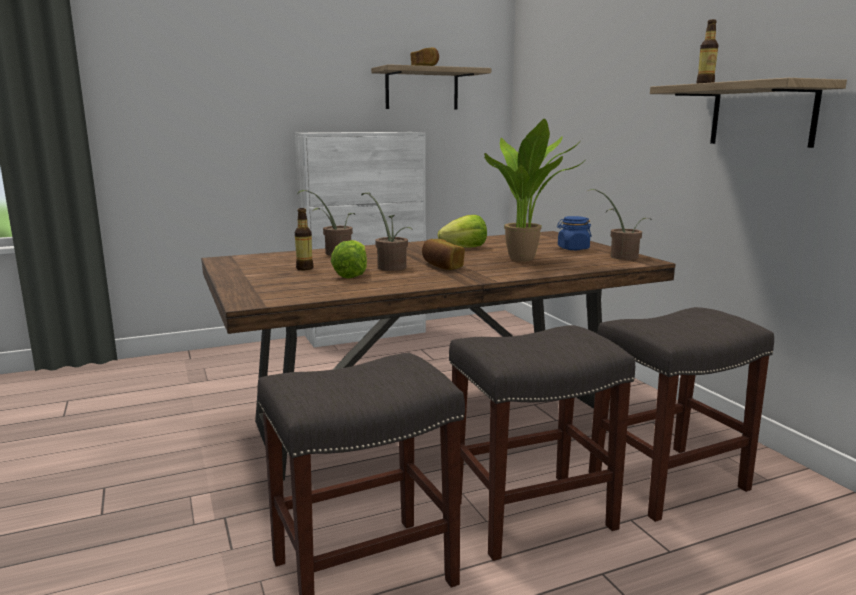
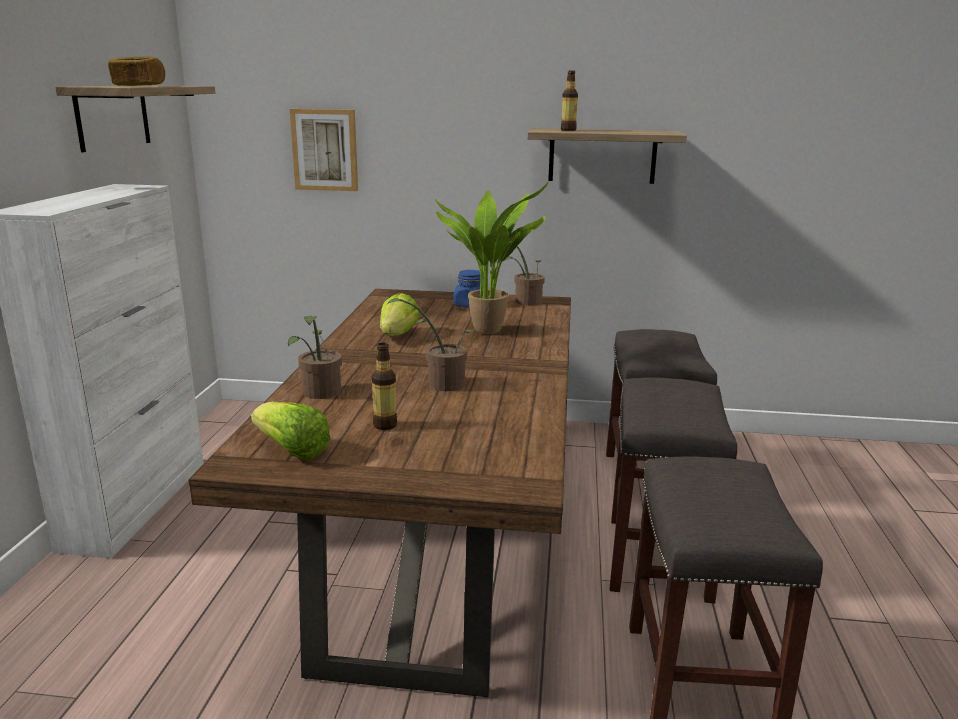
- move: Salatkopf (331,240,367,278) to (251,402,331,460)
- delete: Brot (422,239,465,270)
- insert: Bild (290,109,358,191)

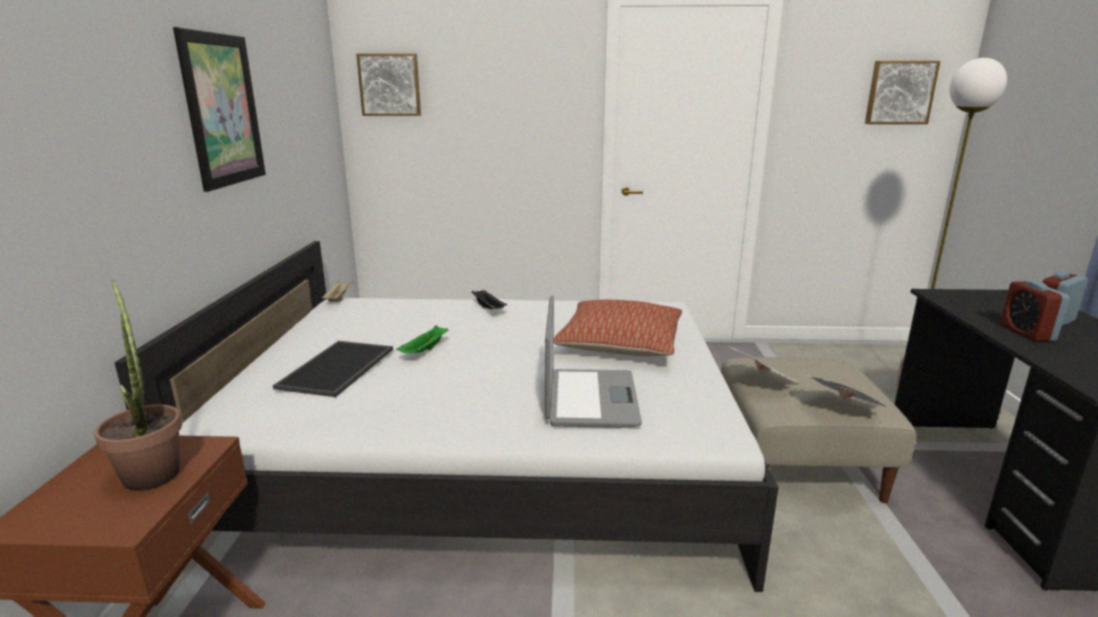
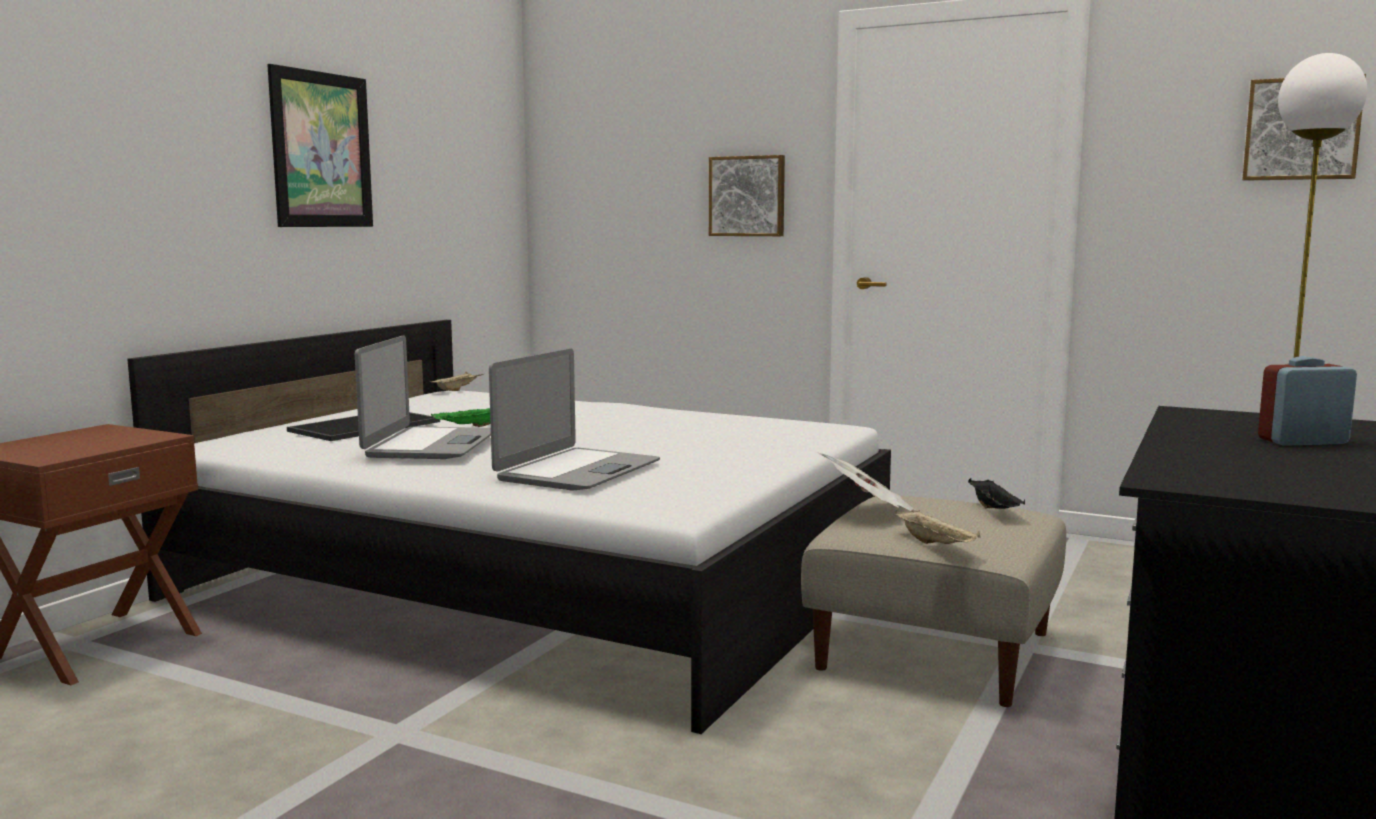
- delete: Topfpflanze (94,279,182,491)
- move: Bild (356,53,421,116) to (709,155,785,236)
- move: Tablett/schwarz (472,290,507,309) to (968,478,1025,509)
- delete: Kissen (554,300,682,356)
- replace: Zeitung (805,375,886,407) to Tablett/beige (895,510,981,544)
- delete: Wecker (1000,281,1070,342)
- insert: Laptop (355,335,491,459)

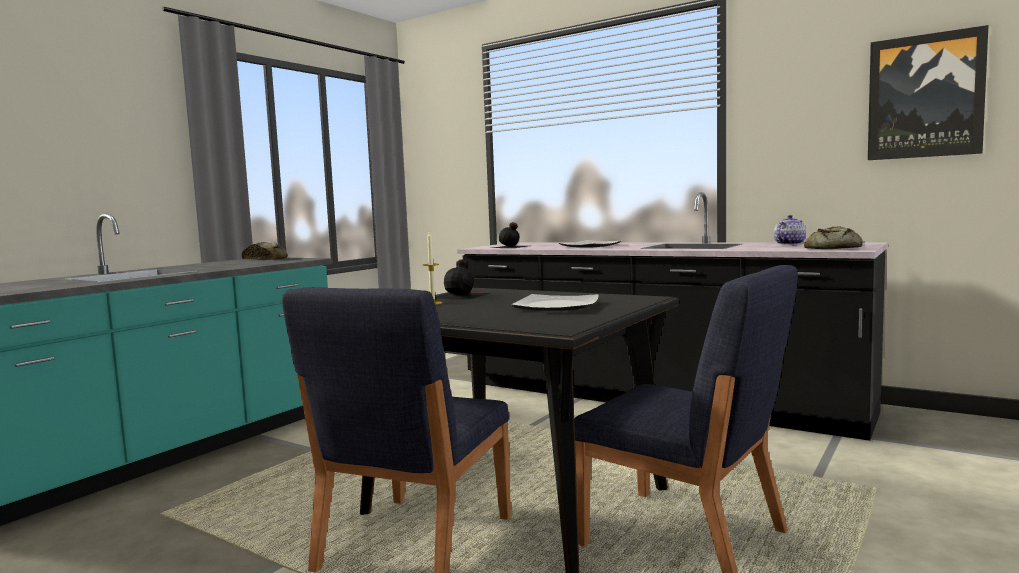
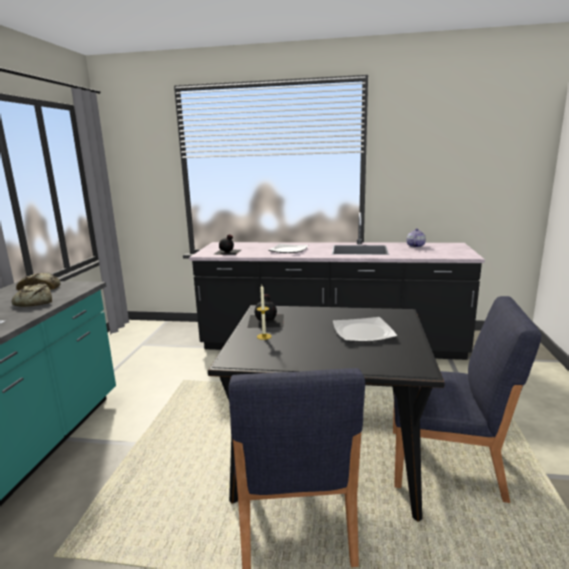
- move: Brot (804,226,863,249) to (12,283,52,307)
- delete: Bild (868,25,989,160)

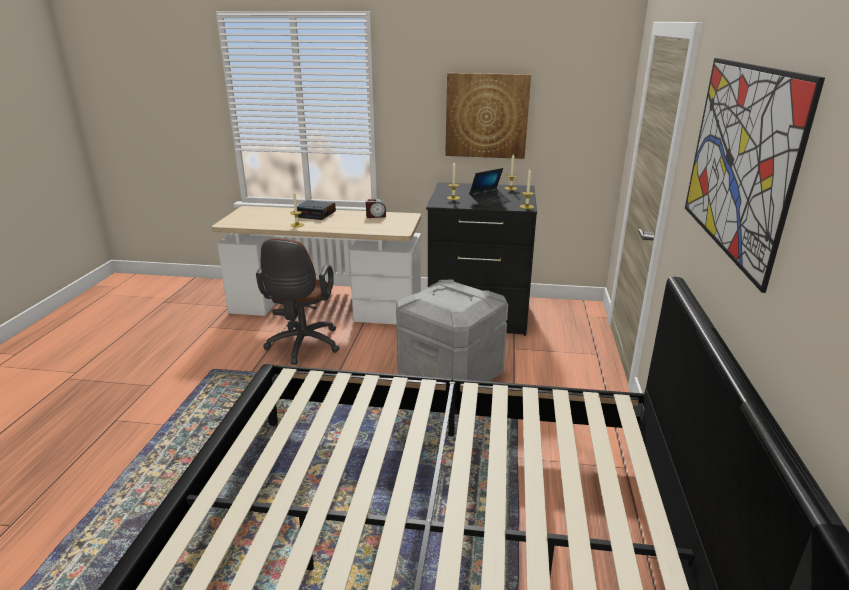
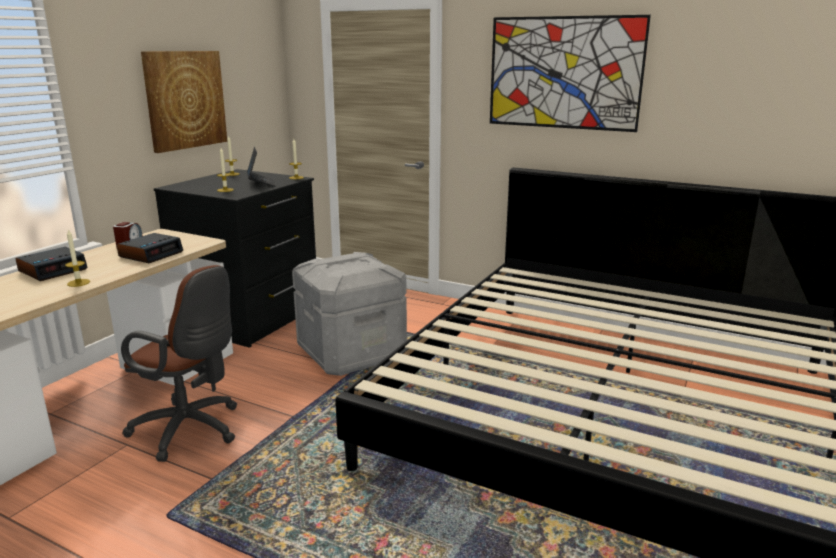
- insert: Wecker (117,233,183,263)

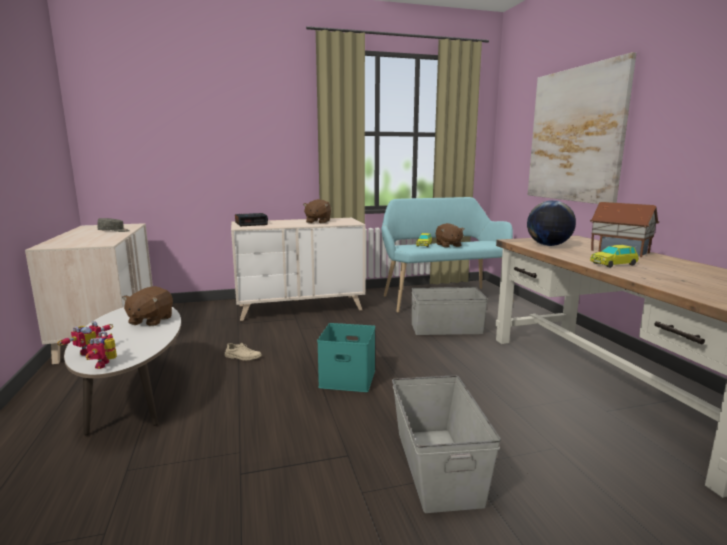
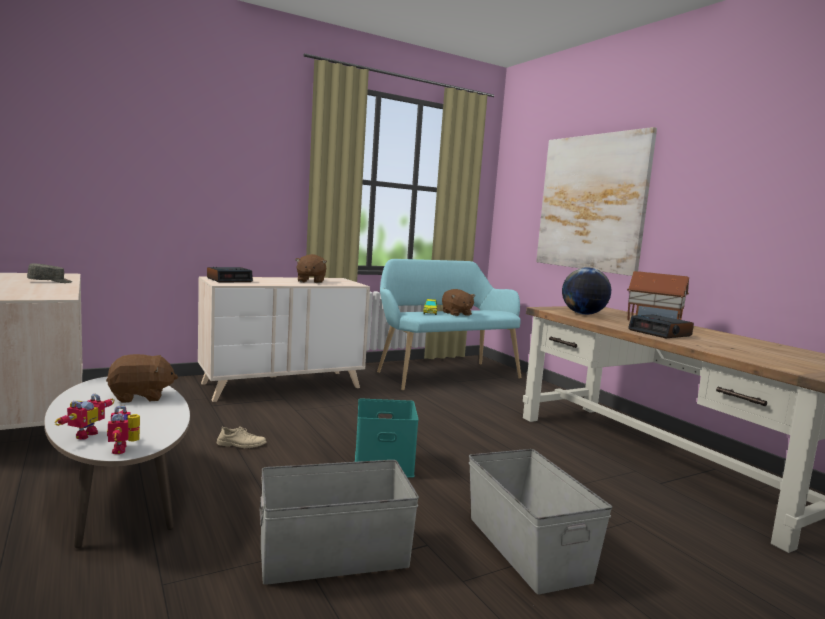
- rotate: Plüschtier/braun (122,286,173,326) = (106,354,178,403) 105 degrees counterclockwise
- move: Aufbewahrungsbox/grau (412,287,488,335) to (260,460,419,585)
- replace: Spielzeugauto (590,245,639,268) to Wecker (628,315,694,338)

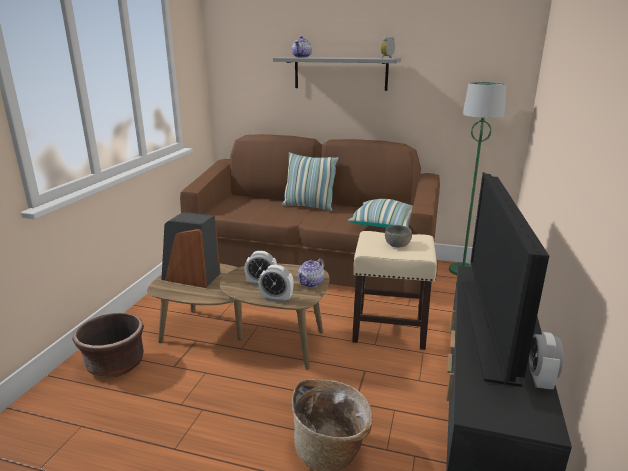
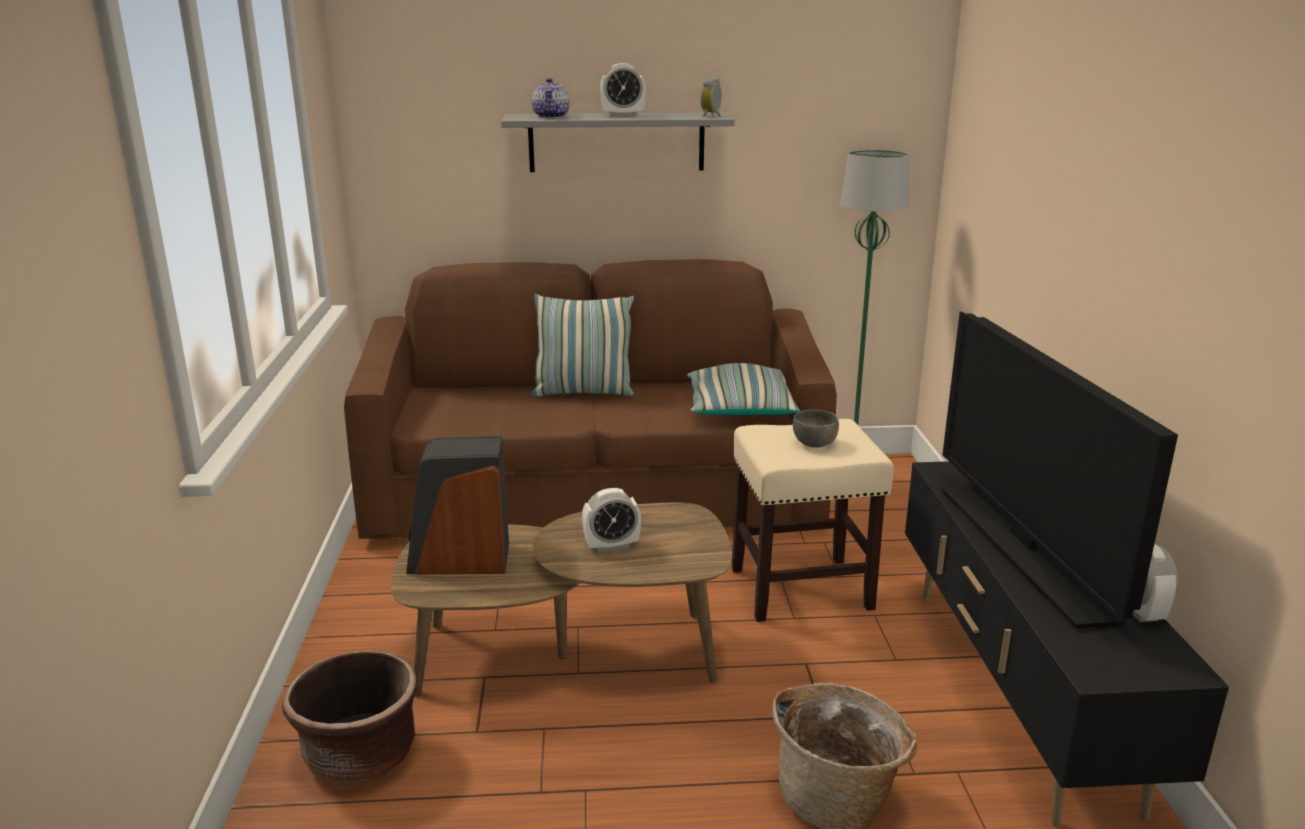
- move: Wecker (259,265,294,303) to (600,63,646,117)
- delete: Teekanne (297,258,324,287)

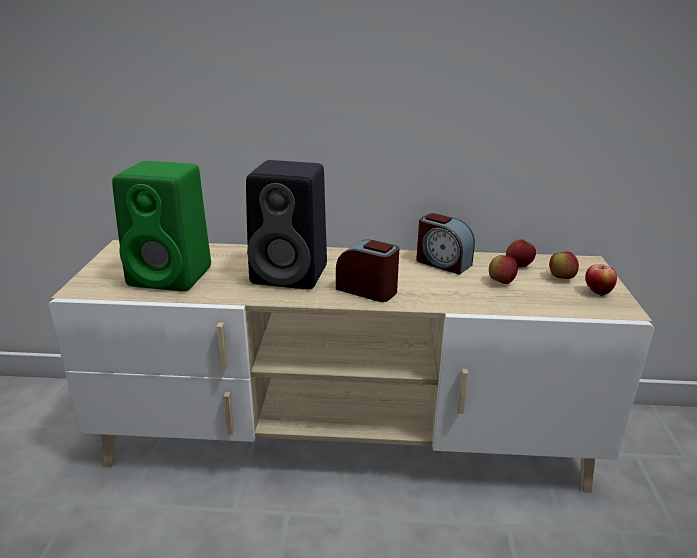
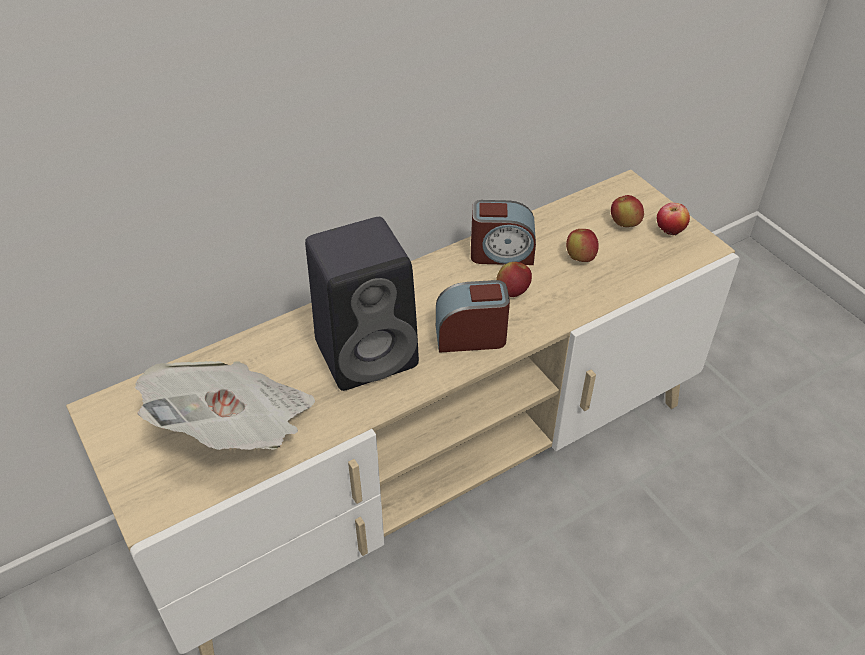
- replace: Lautsprecher/grün (112,161,211,292) to Zeitung (135,361,315,450)
- move: Apfel (506,239,536,268) to (496,262,532,297)

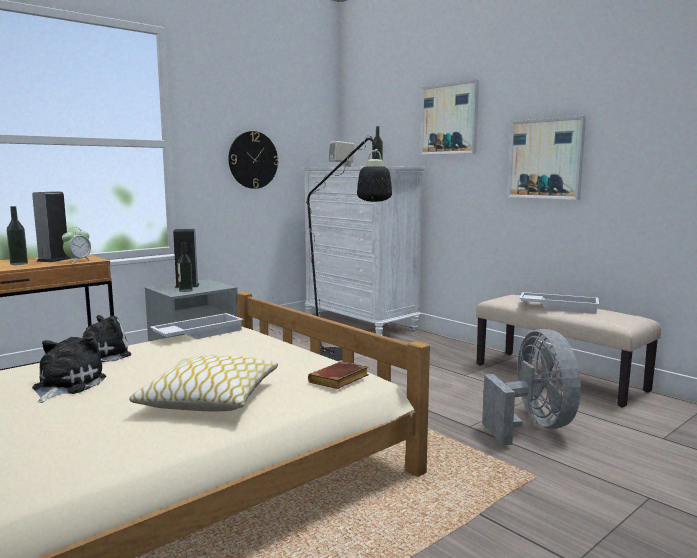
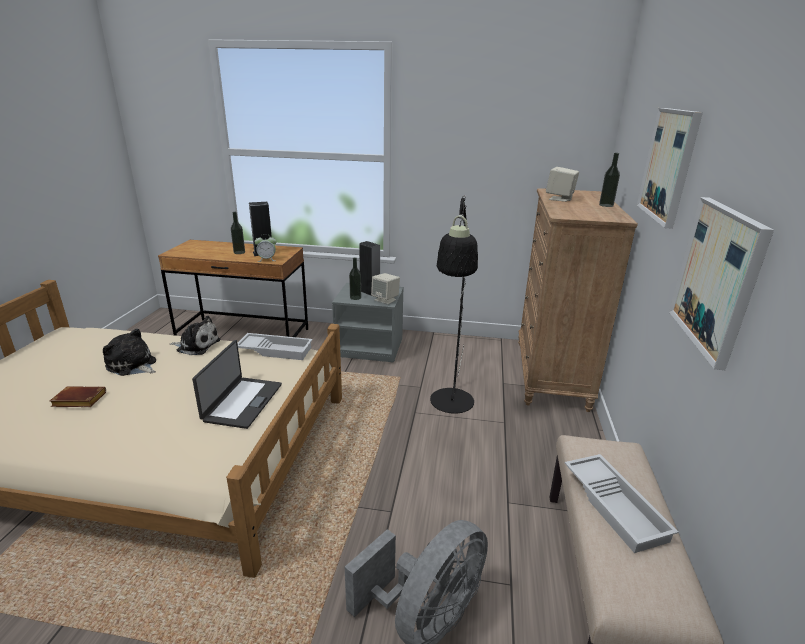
- rotate: Plüschtier (32,337,106,403) = (103,329,156,376) 120 degrees counterclockwise
- delete: Kissen (129,355,278,411)
- delete: Wanduhr (228,131,279,189)
- recolor: Kommode/weiß (302,166,425,336) to Kommode/braun (518,188,638,412)
- move: Buch/braun (308,362,369,389) to (50,386,106,407)
- insert: Laptop (192,340,282,429)
- insert: Lautsprecher/beige (371,273,400,304)

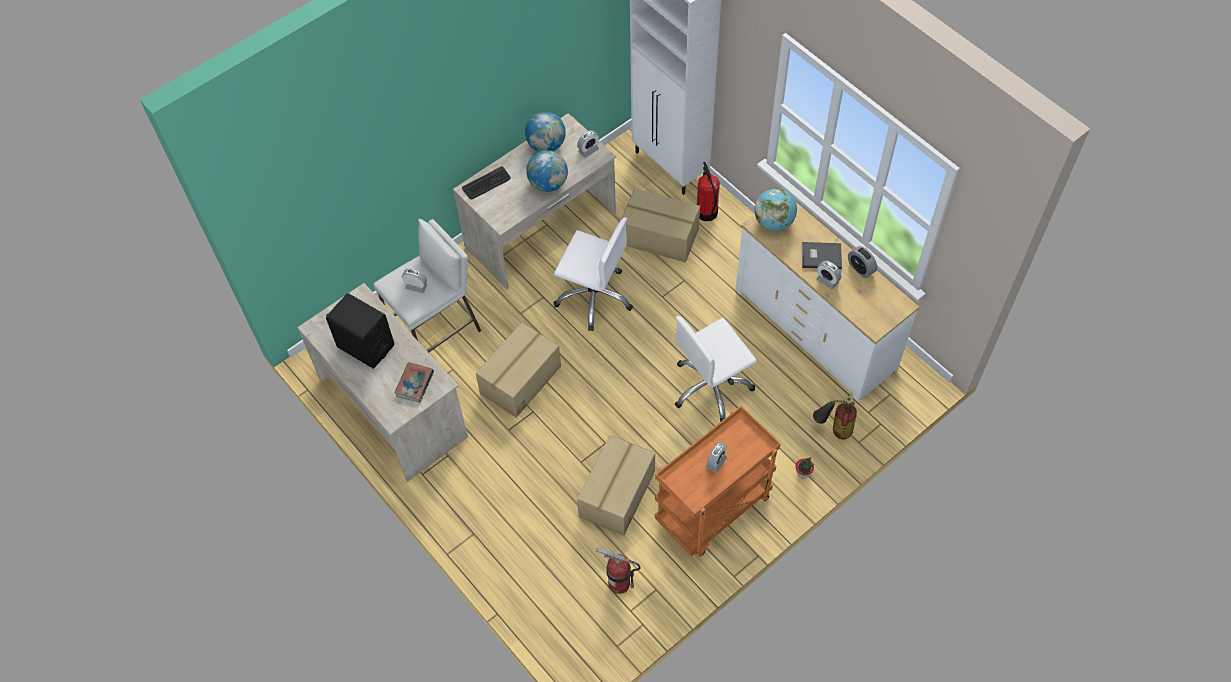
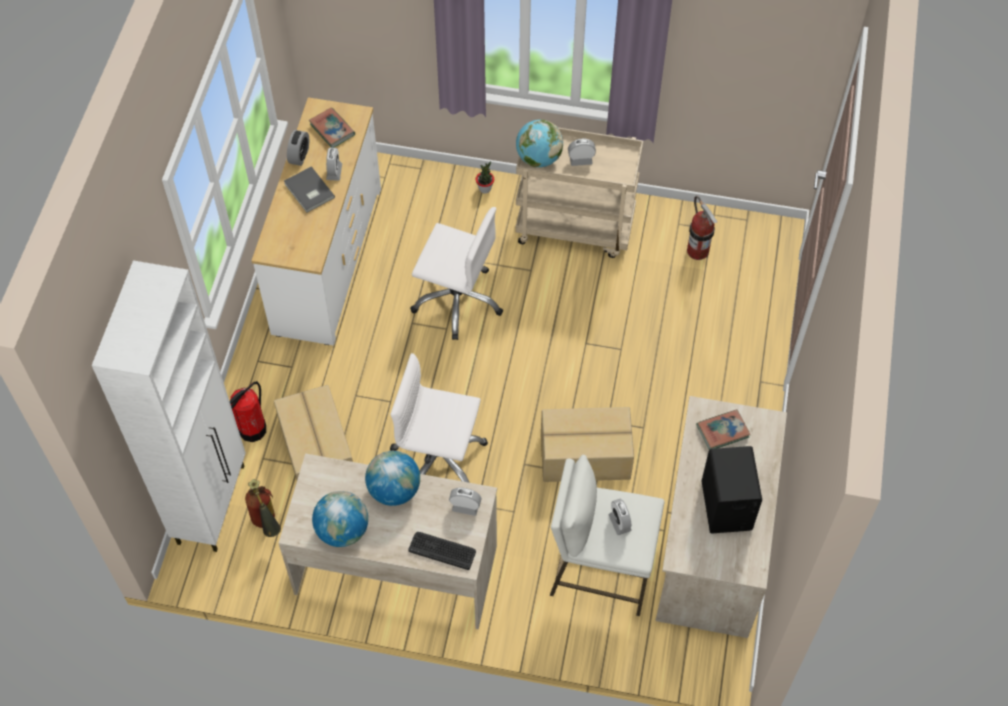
- rotate: Bürostuhl/weiß (553,217,633,331) = (390,353,488,483) 60 degrees counterclockwise
- move: Wecker (577,130,599,158) to (449,488,482,516)
- delete: Karton (577,435,655,536)
- recolor: Rollwagen/orange (655,406,781,557) to Rollwagen/beige (516,127,643,258)
- move: Globus (755,188,797,231) to (516,119,563,167)
- move: Feuerlöscher (813,395,857,439) to (245,479,281,537)
- insert: Buch (309,108,355,148)

